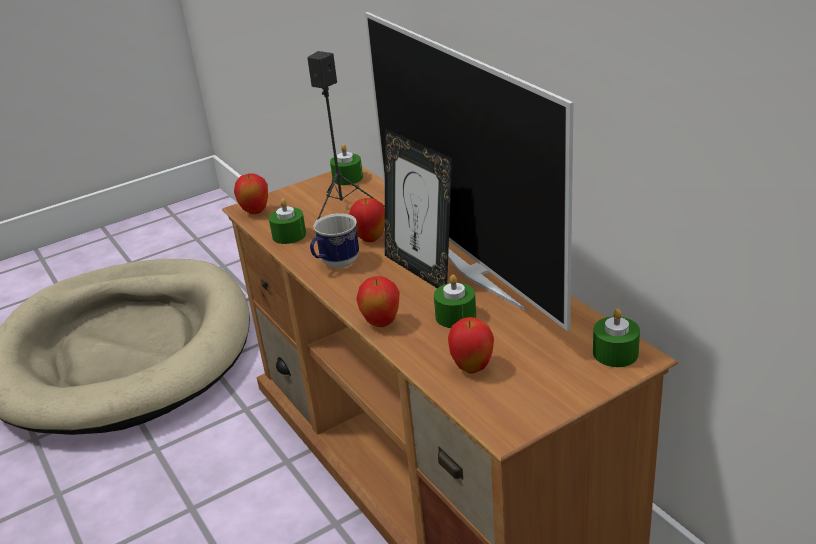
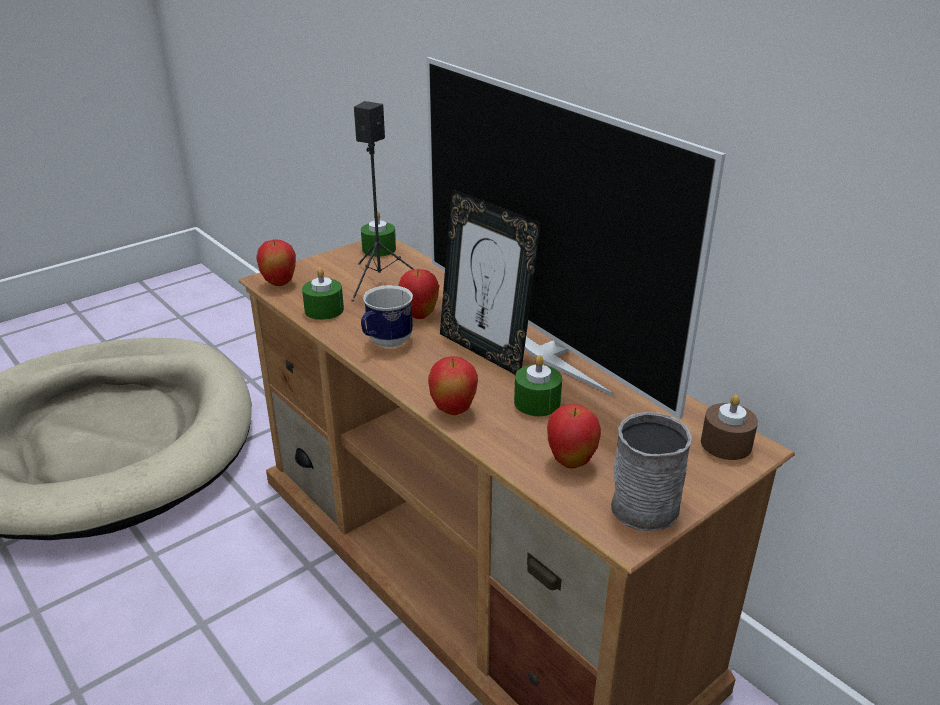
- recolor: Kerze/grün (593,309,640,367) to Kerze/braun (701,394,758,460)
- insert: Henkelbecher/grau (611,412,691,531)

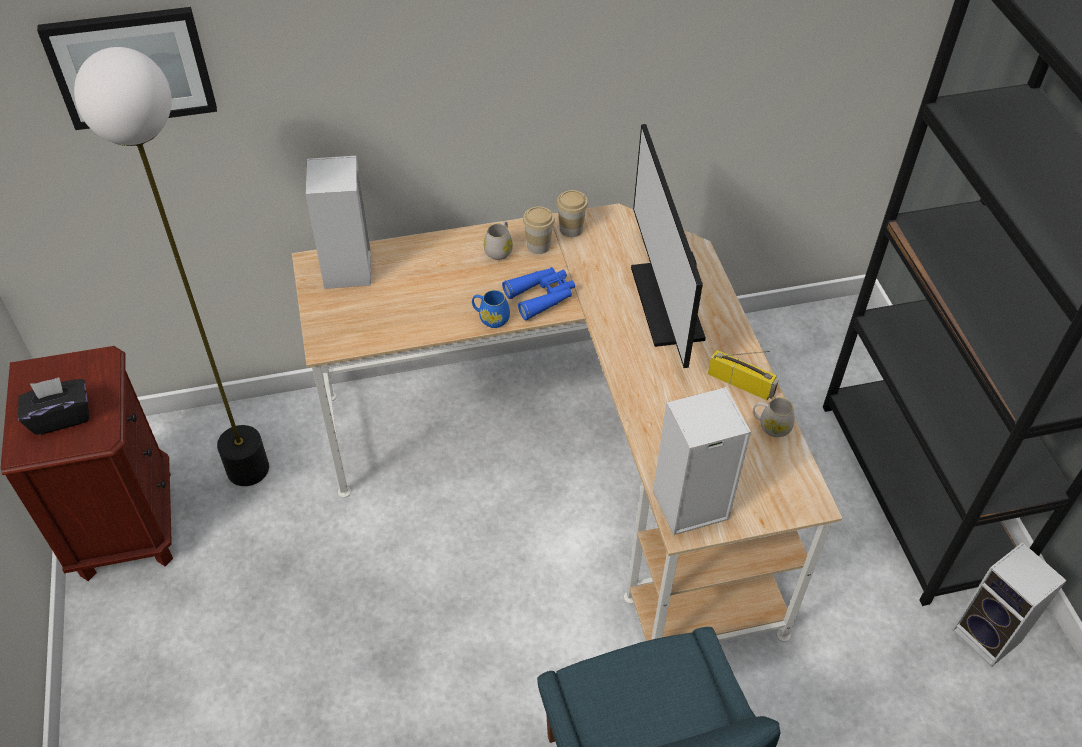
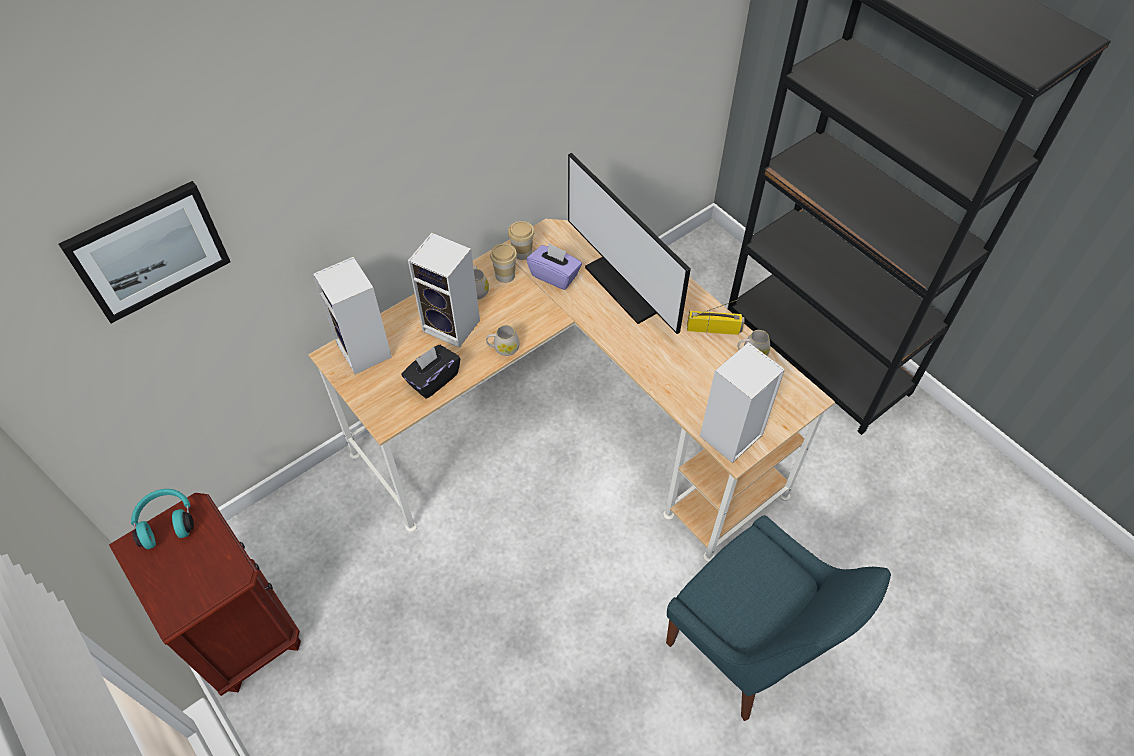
- move: Taschentuchbox/schwarz (18,377,89,435) to (401,345,460,399)
- delete: Stehlampe (74,47,269,486)
- recolor: Henkelbecher/blau (472,290,510,328) to Henkelbecher/weiß (486,325,520,356)
- delete: Fernglas/blau (502,267,575,320)
- move: Lautsprecher (952,542,1067,667) to (408,233,480,348)
- insert: Kopfhörer/türkis (131,489,194,549)
- insert: Taschentuchbox/lila (527,243,582,290)

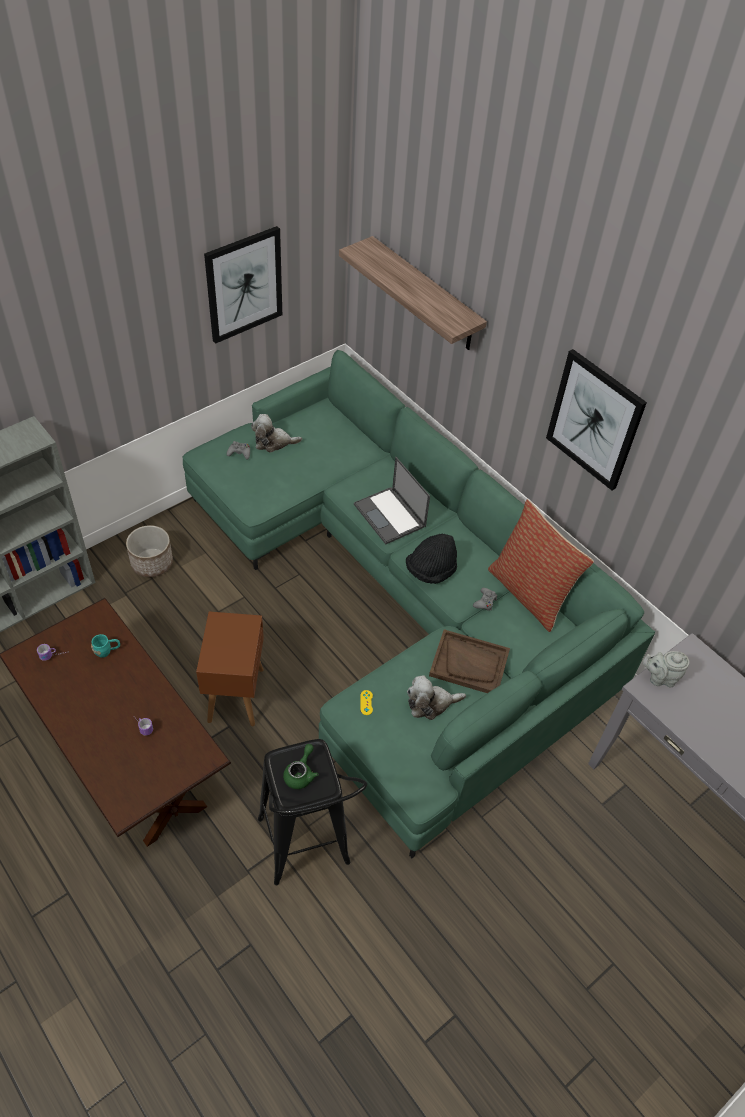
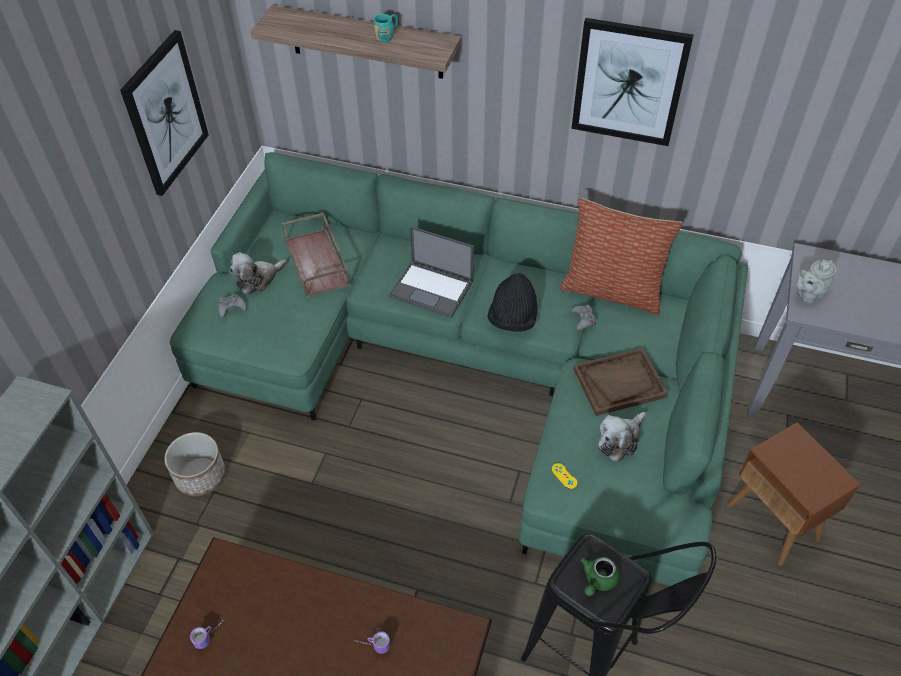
- move: Henkelbecher/türkis (91,634,120,658) to (373,14,398,43)
- move: Beistelltisch/braun (196,611,264,726) to (727,422,861,566)
- rotate: Teekanne/grün (283,744,319,789) = (580,557,620,596) 135 degrees counterclockwise
- insert: Tablett/braun (282,212,350,298)

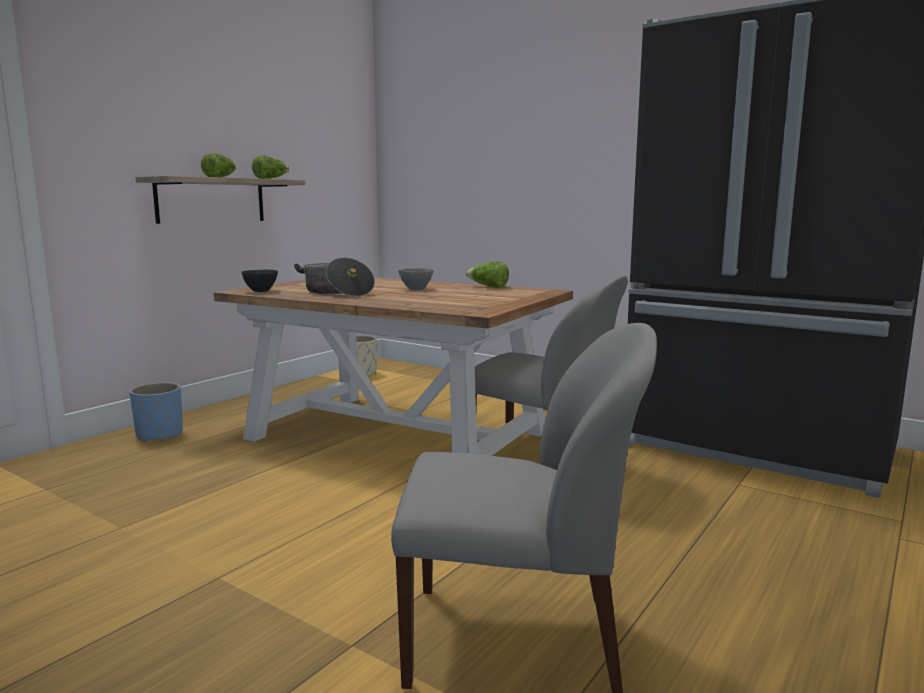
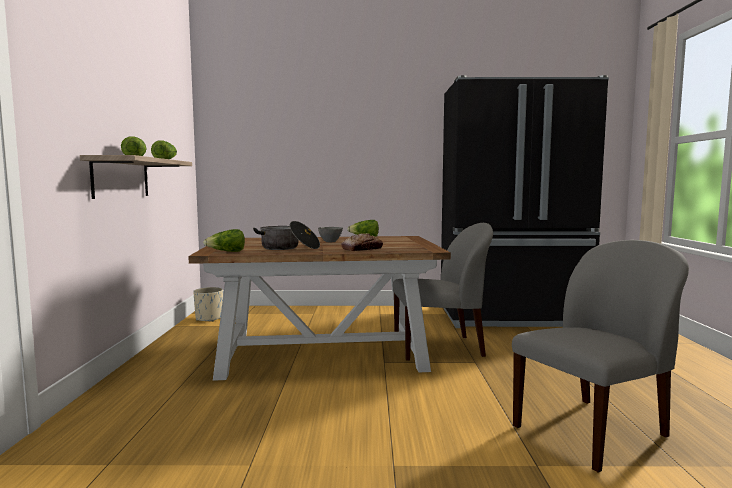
- delete: Pflanzkübel/blau (129,382,183,442)
- replace: Schüssel/schwarz (241,270,278,292) to Salatkopf (203,229,245,252)
- insert: Brot (341,233,383,251)

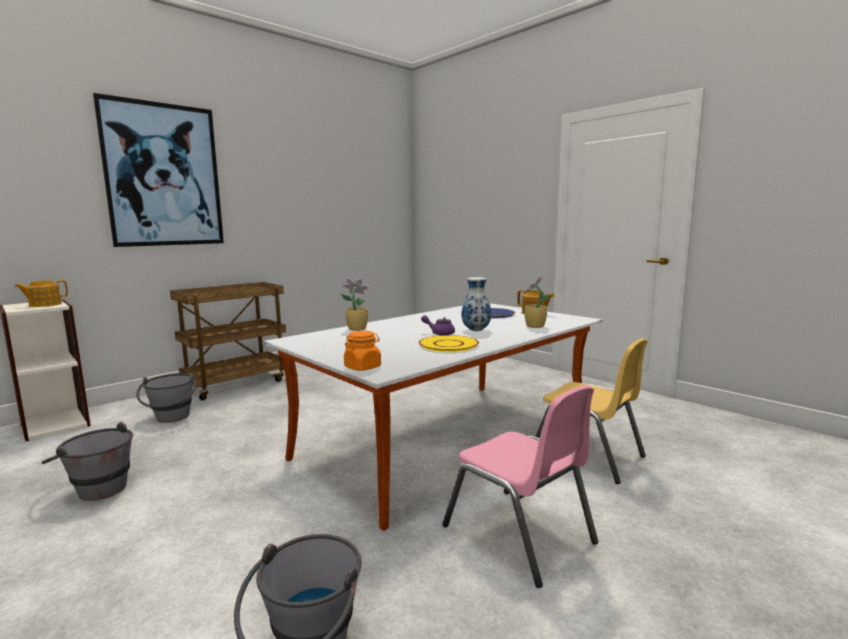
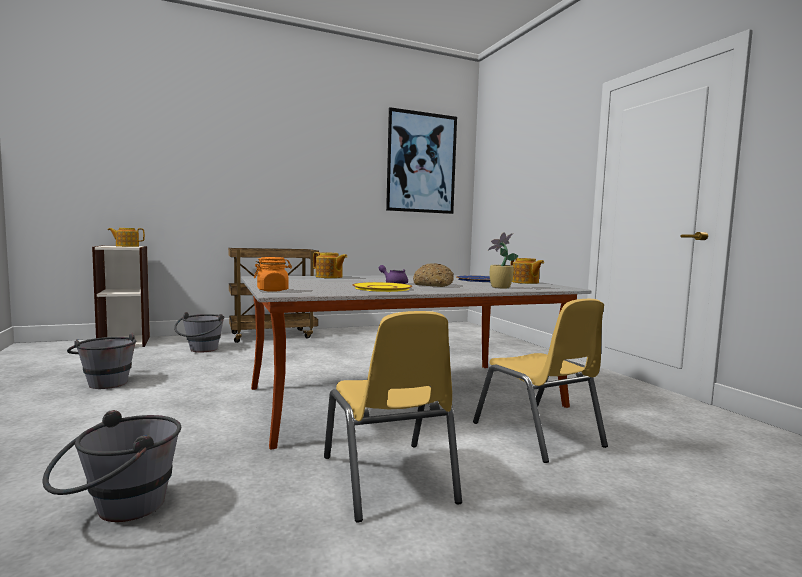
- move: Bild (93,93,224,247) to (386,107,457,214)
- replace: Topfpflanze (341,278,370,331) to Teekanne (313,252,347,278)
- recolor: Stuhl/rosa (443,385,598,588) to Stuhl/gelb (324,311,462,522)
- replace: Vase (462,277,491,331) to Brot (413,263,454,287)

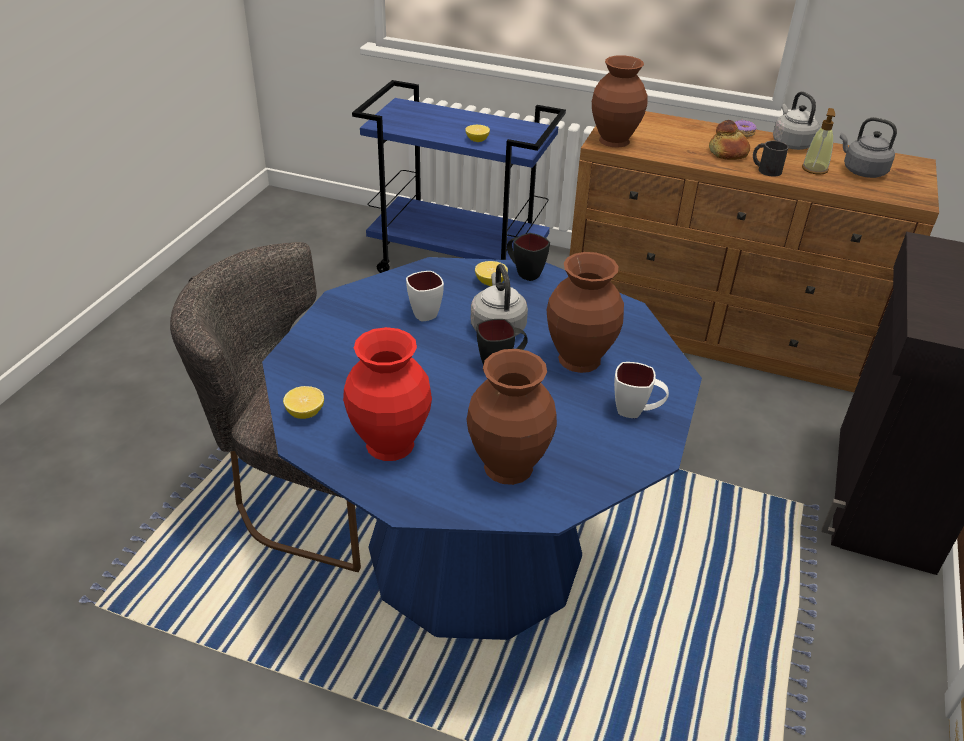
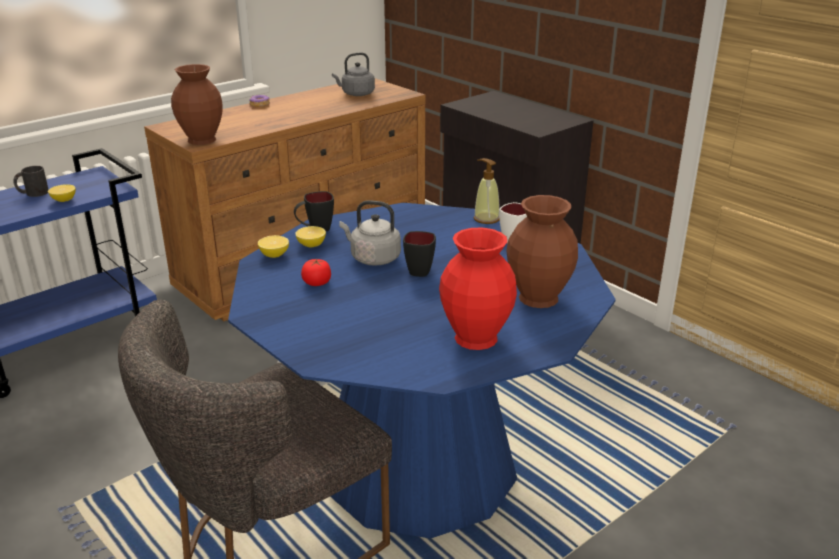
- move: Zitrone (283,386,324,419) to (258,235,289,258)
- replace: Henkelbecher/weiß (406,271,444,321) to Tomate (301,258,331,286)
- delete: Vase/braun (546,252,624,373)
- delete: Brot (709,120,750,160)
- move: Henkelbecher/schwarz (753,141,789,177) to (13,166,49,197)
- delete: Wasserkessel/grau (773,91,820,150)
- move: Seifenspender (802,108,835,175) to (474,158,500,224)

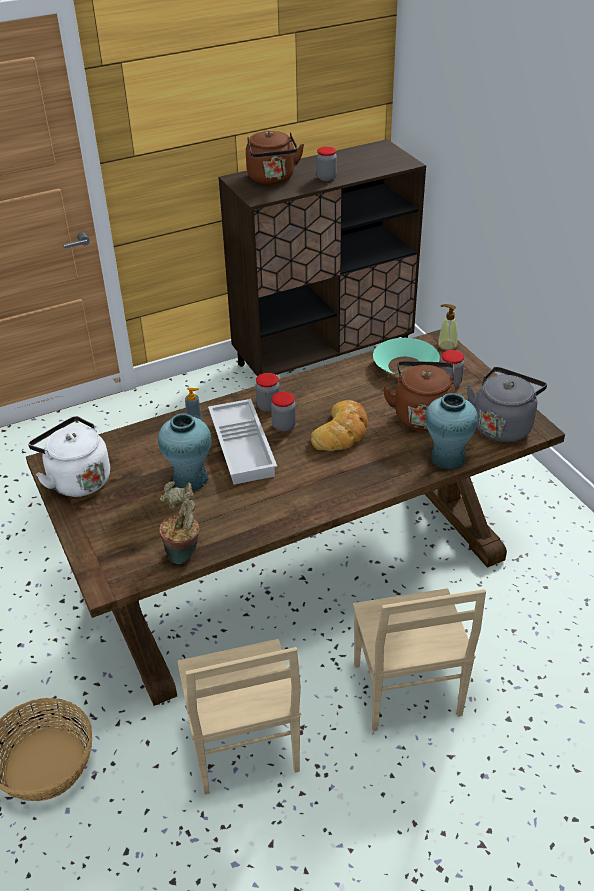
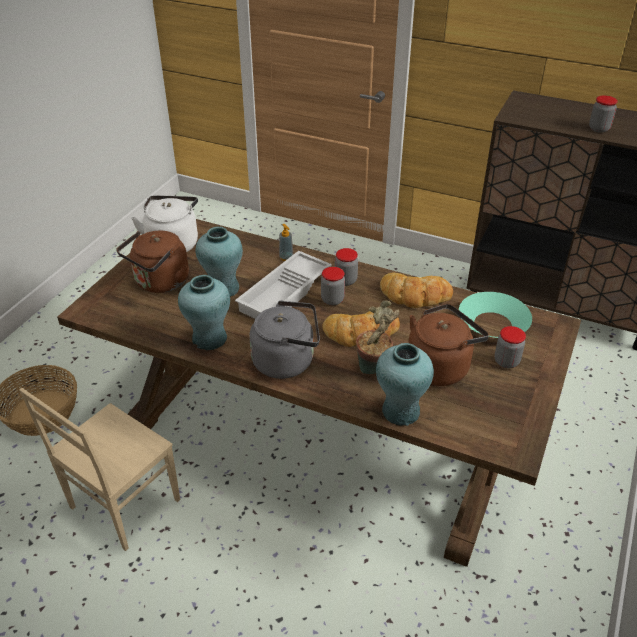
- move: Topfpflanze (159,481,199,564) to (356,300,399,374)
- move: Wasserkessel/braun (246,131,304,184) to (116,231,189,293)
- delete: Stuhl/beige (353,588,486,731)
- delete: Seifenspender (437,304,458,351)
- move: Wasserkessel/grau (466,367,547,442) to (249,301,320,379)
- insert: Vase/türkis (178,275,230,350)
- insert: Brot (380,273,453,308)

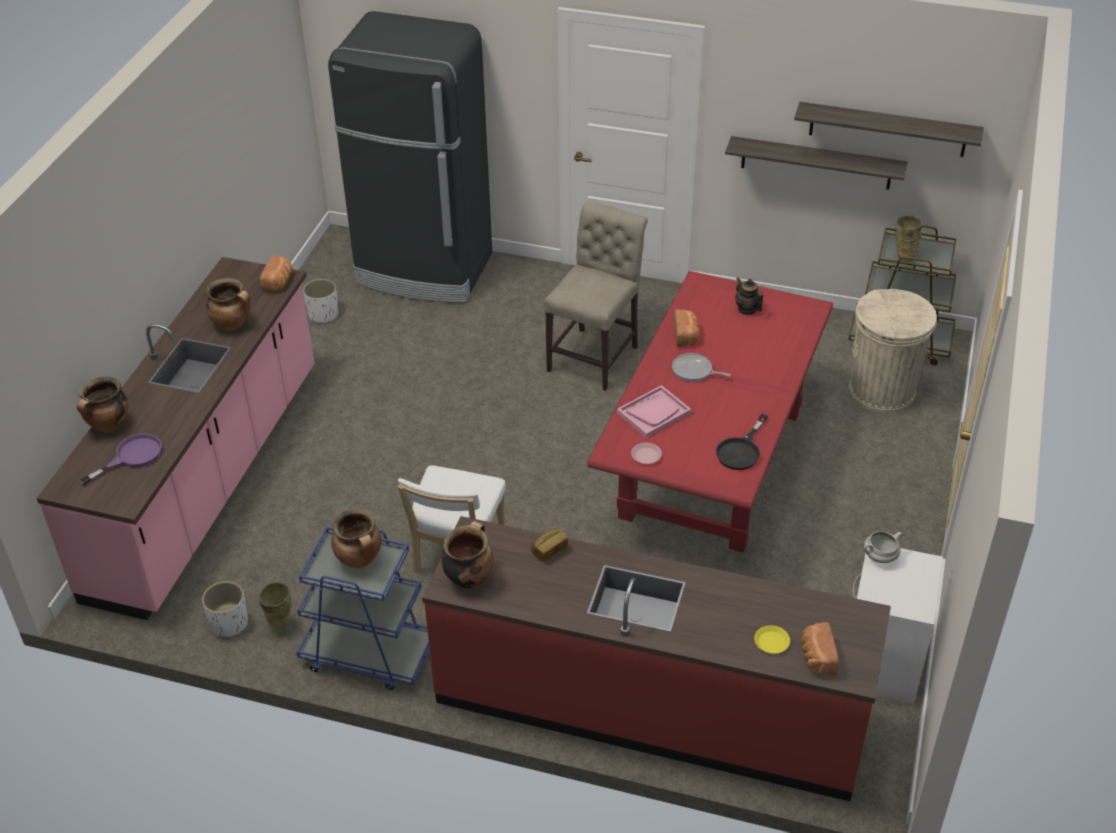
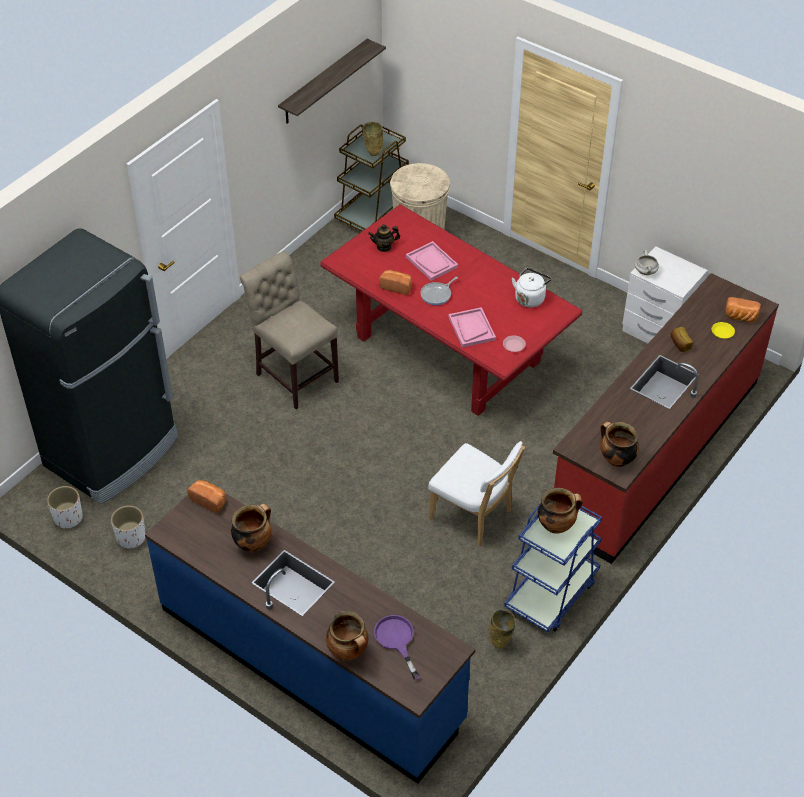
- recolor: Küchenzeile/rosa (37,257,315,620) to Küchenzeile/blau (145,480,475,784)
- move: Pflanzkübel/weiß (202,581,248,637) to (47,486,83,529)
- move: Brot (531,528,568,562) to (671,327,693,352)
- replace: Pfanne/schwarz (716,414,768,470) to Wasserkessel/weiß (511,268,551,307)
- delete: Wandregal (725,136,908,190)
- insert: Tablett/rosa (406,241,458,281)

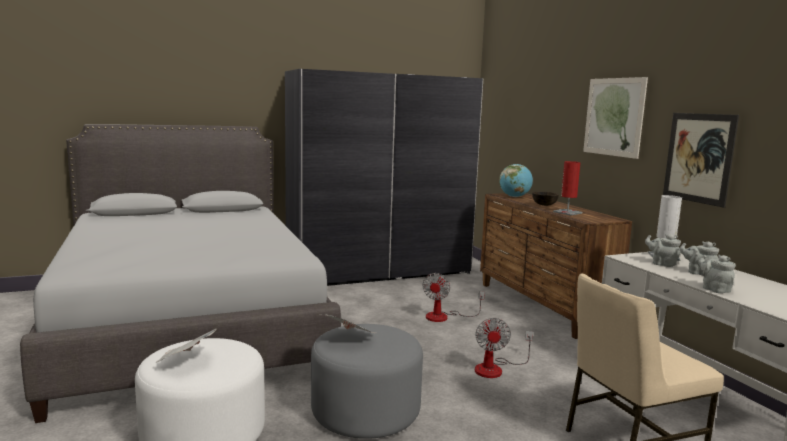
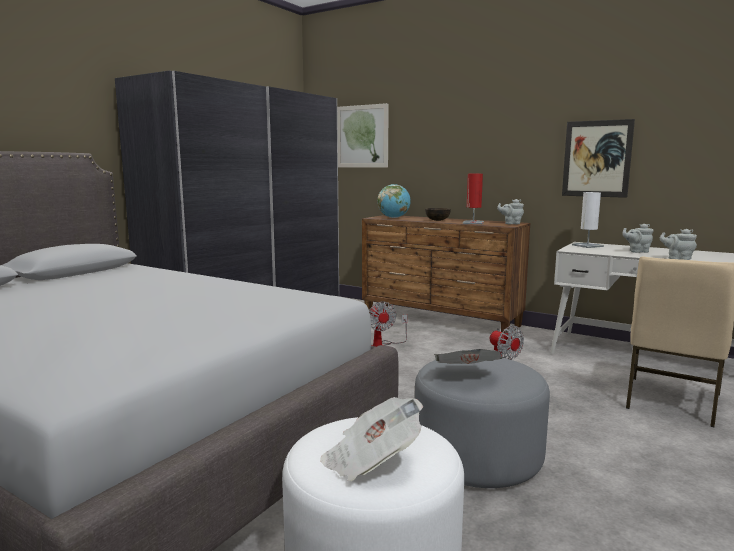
- move: Bild (583,77,648,159) to (337,103,389,168)
- move: Teekanne/grau (645,234,681,267) to (497,199,524,224)

